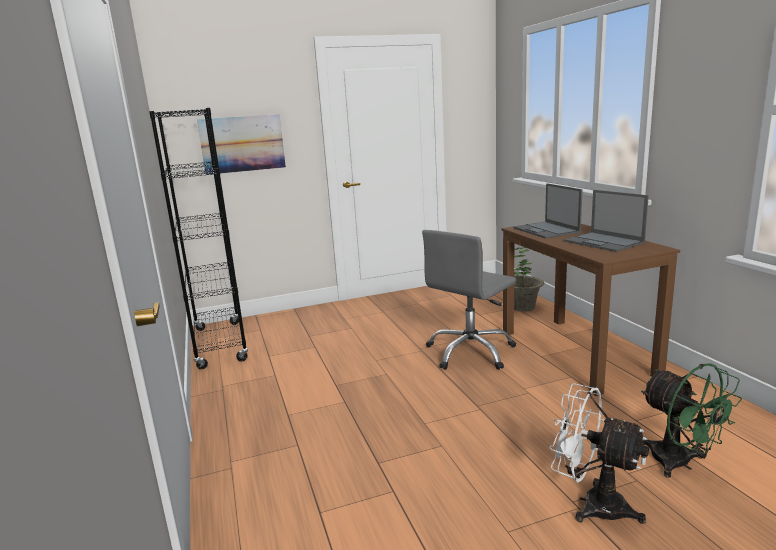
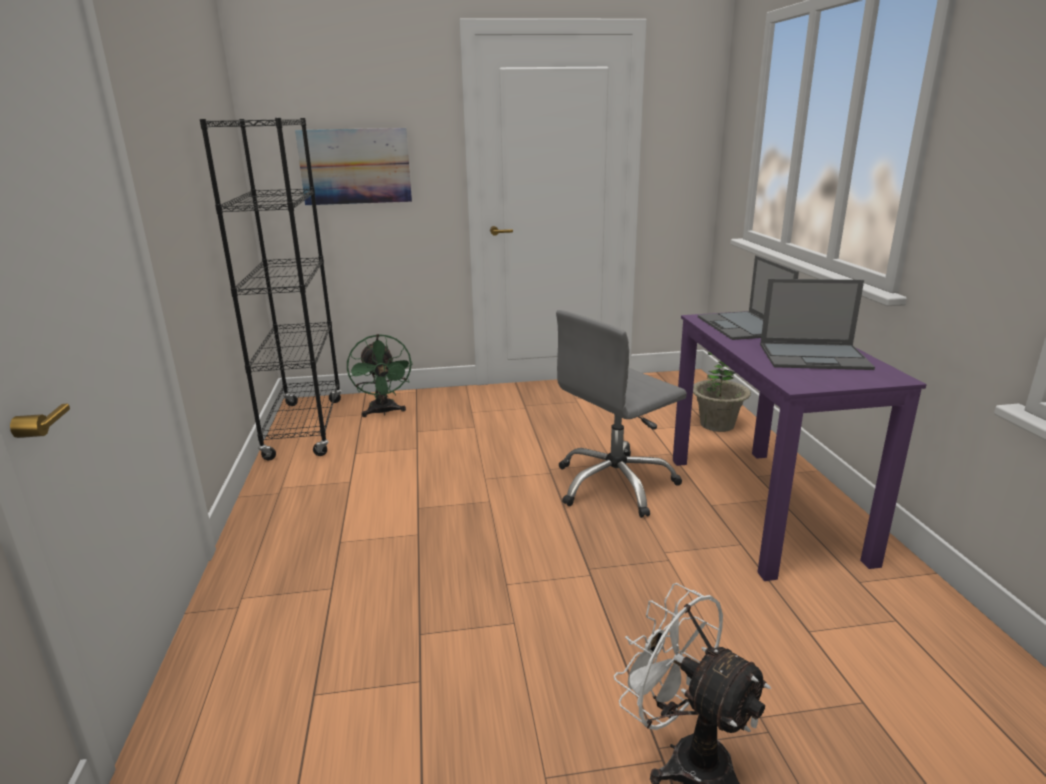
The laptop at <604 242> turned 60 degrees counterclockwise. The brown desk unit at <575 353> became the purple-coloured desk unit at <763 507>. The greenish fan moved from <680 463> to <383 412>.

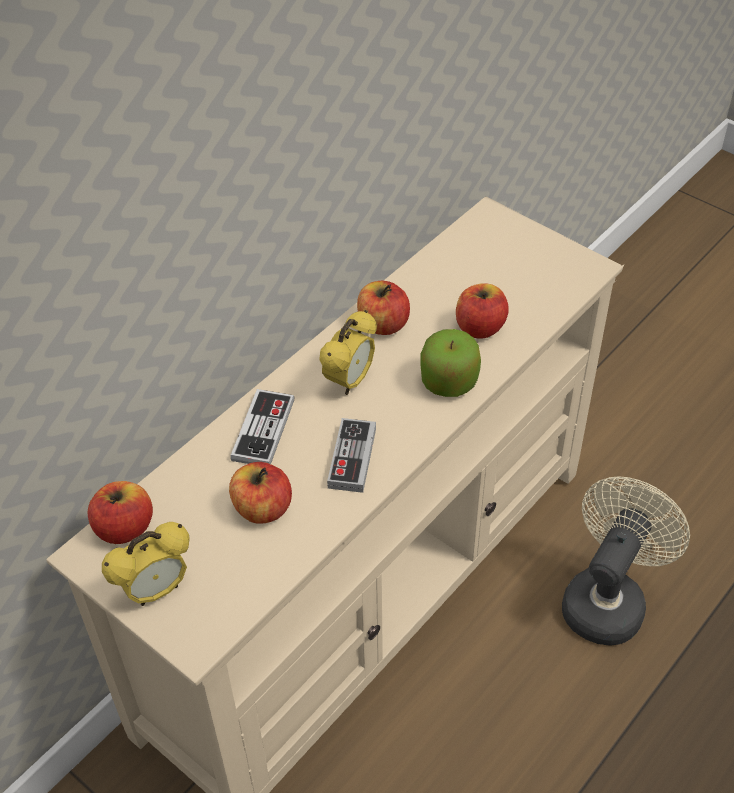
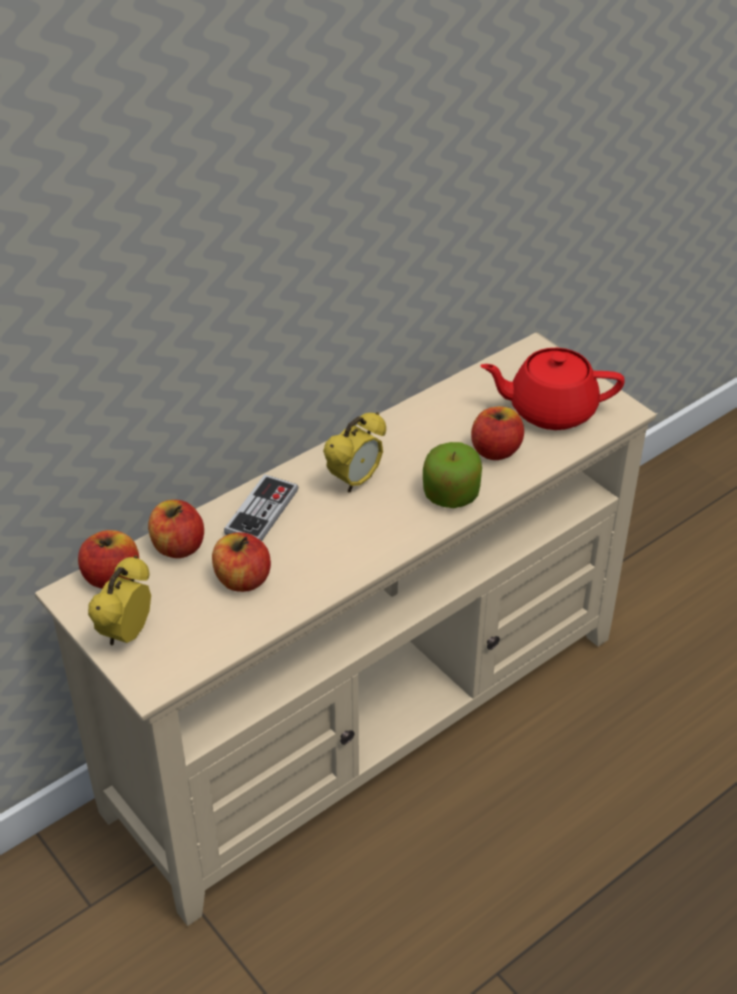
The apple moved from <383 324> to <178 546>. The gamepad at <352 458> disappeared. The beige-coloured fan at <608 599> disappeared. The alarm clock at <156 591> turned 135 degrees clockwise. The red pot for tea at <550 410> appeared.

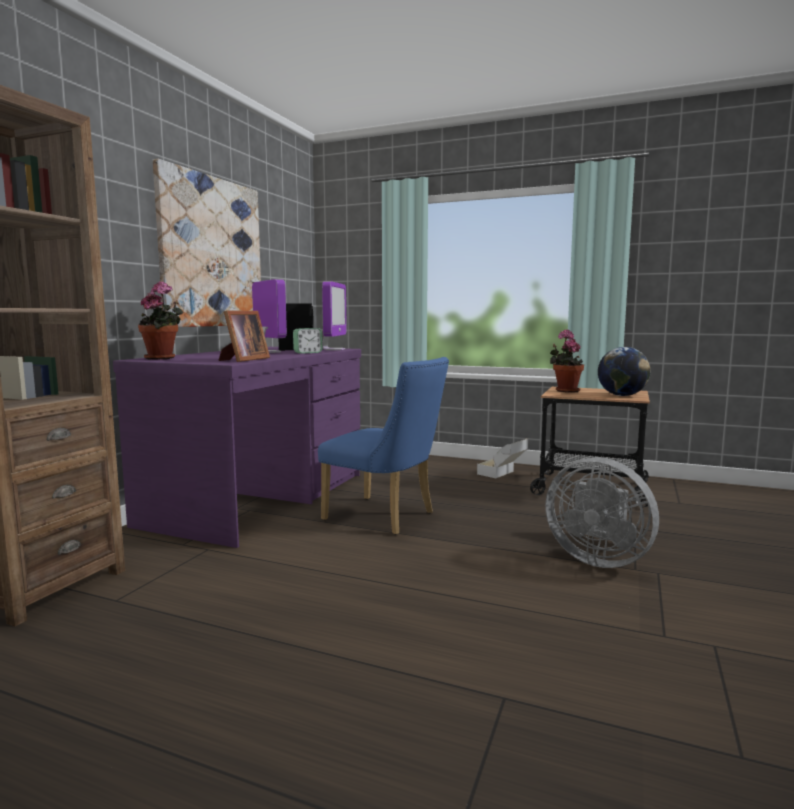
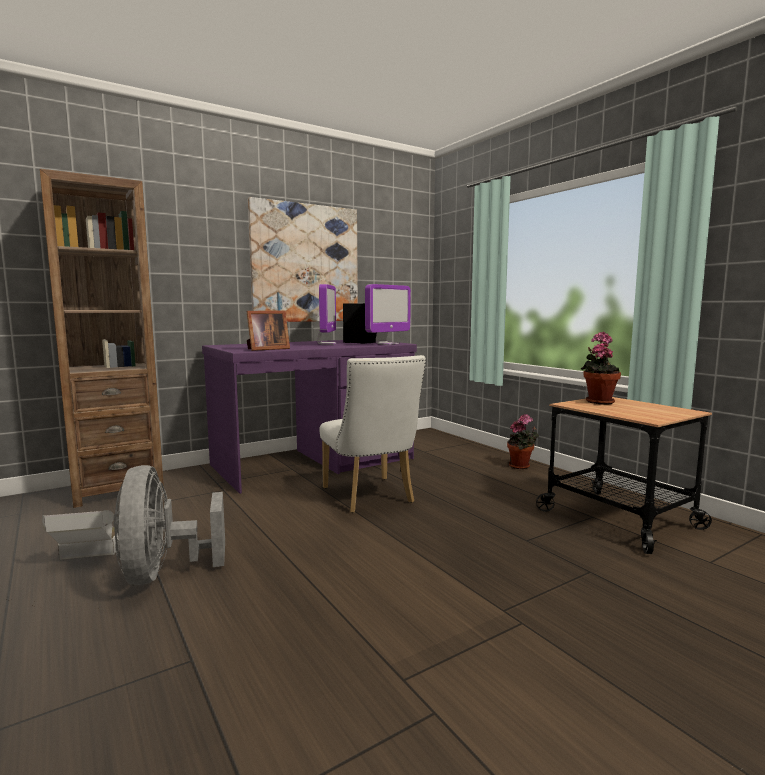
The potted plant moved from <163 358> to <521 466>. The alarm clock at <307 352> disappeared. The globe at <622 395> disappeared. The blue-coloured upright chair at <386 517> became the whitish upright chair at <371 497>. The carton moved from <503 474> to <87 556>. The greyish fan moved from <597 558> to <164 573>.

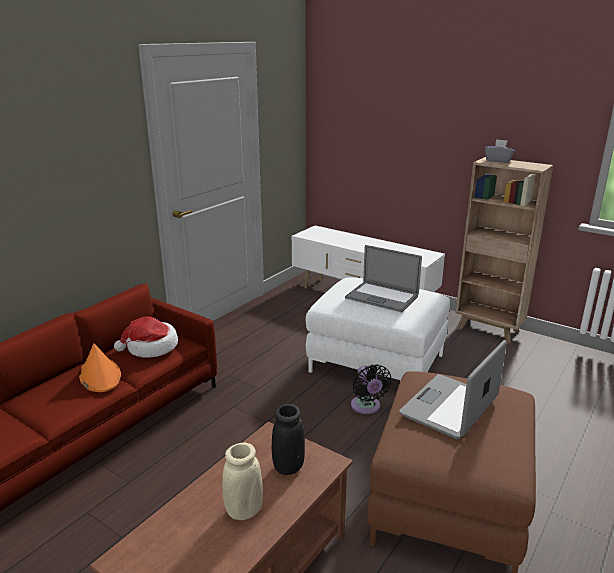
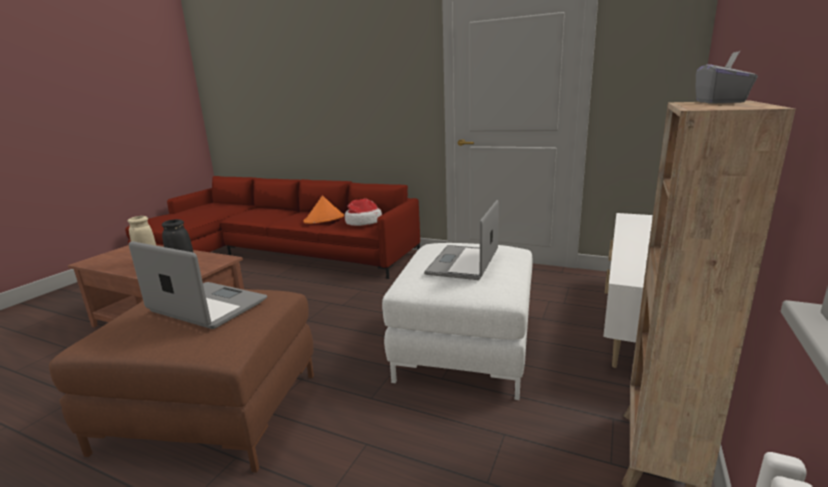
The black-coloured fan at <366 407> disappeared.

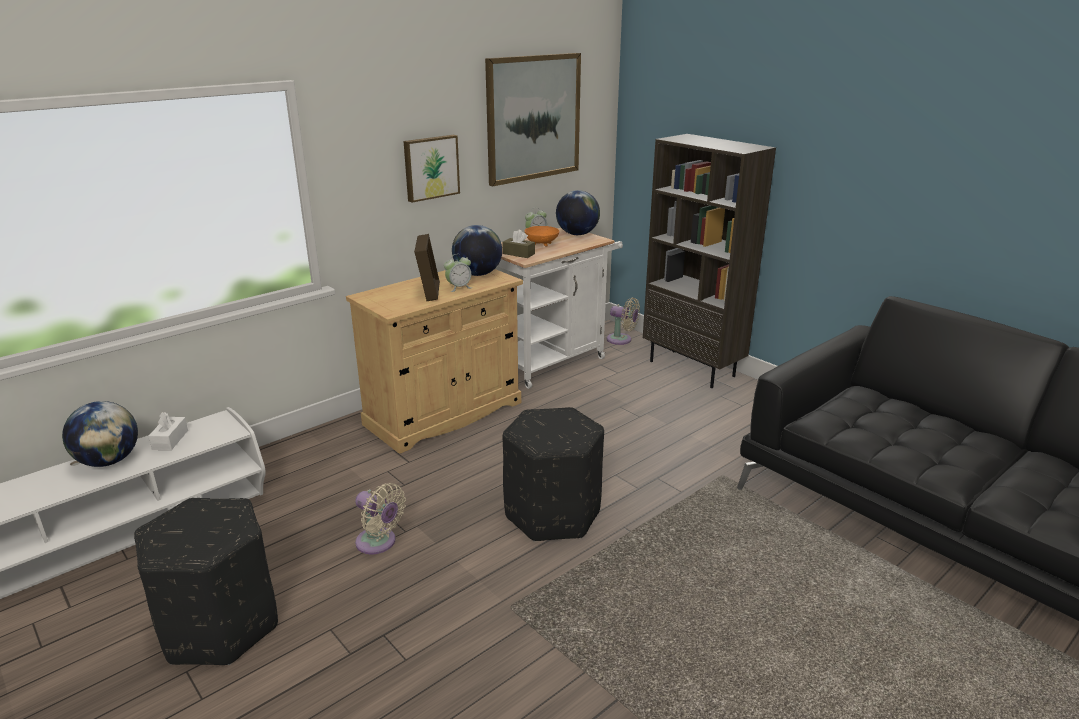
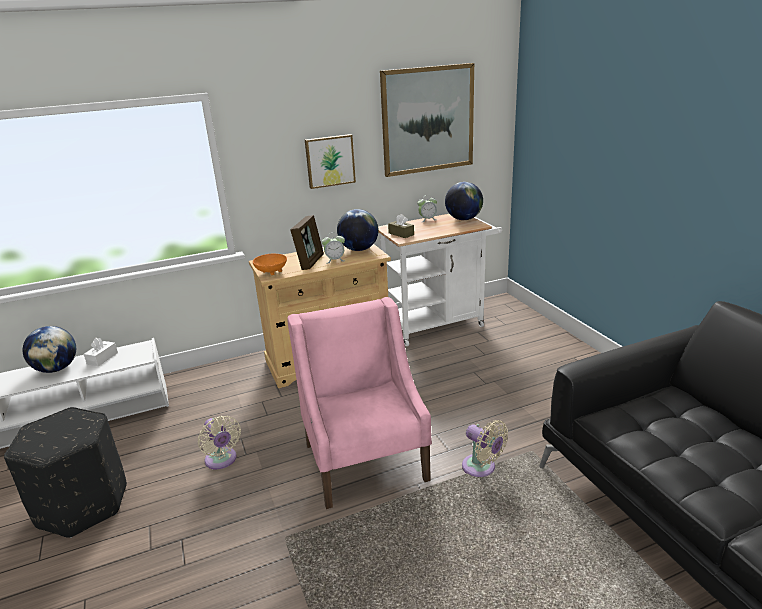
The brown bookcase at <693 368> disappeared. The orangey bowl moved from <541 245> to <271 273>. The beige-coloured fan moved from <621 340> to <481 468>. The black-coloured footrest at <553 513> was replaced by the pinkish easy chair at <365 460>.

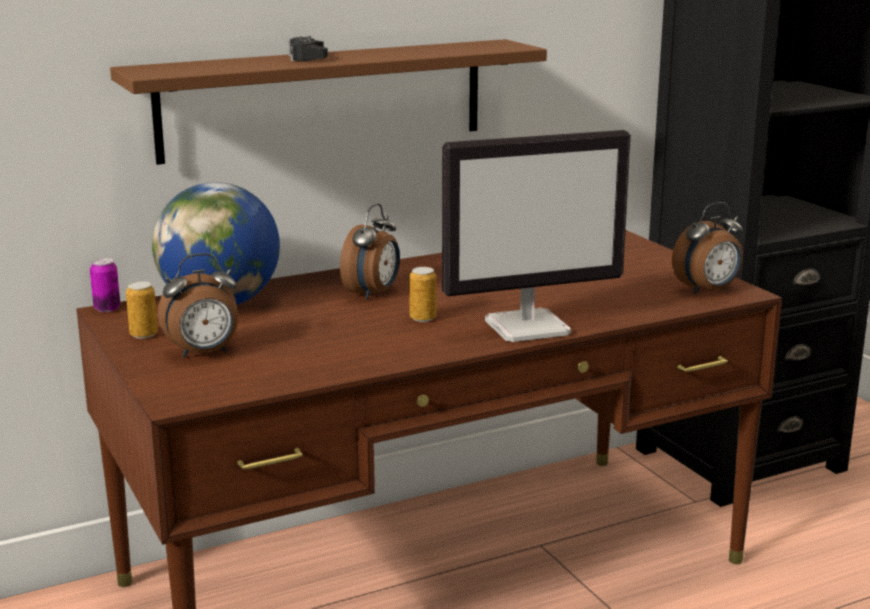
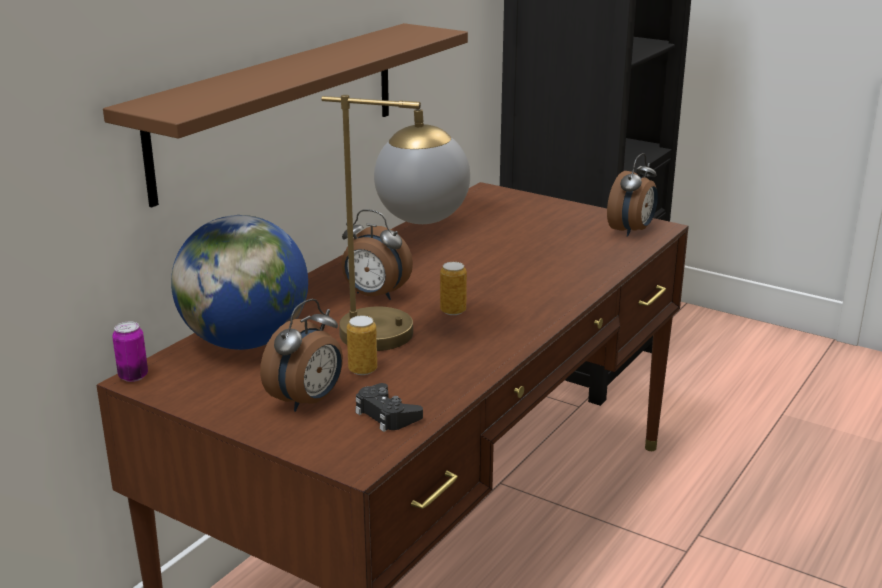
The black-coloured gamepad moved from <307 57> to <386 414>. The computer display at <528 327> disappeared. The alarm clock at <373 294> turned 120 degrees clockwise. The metal can moved from <144 334> to <362 370>. The lamp for a table at <403 337> appeared.

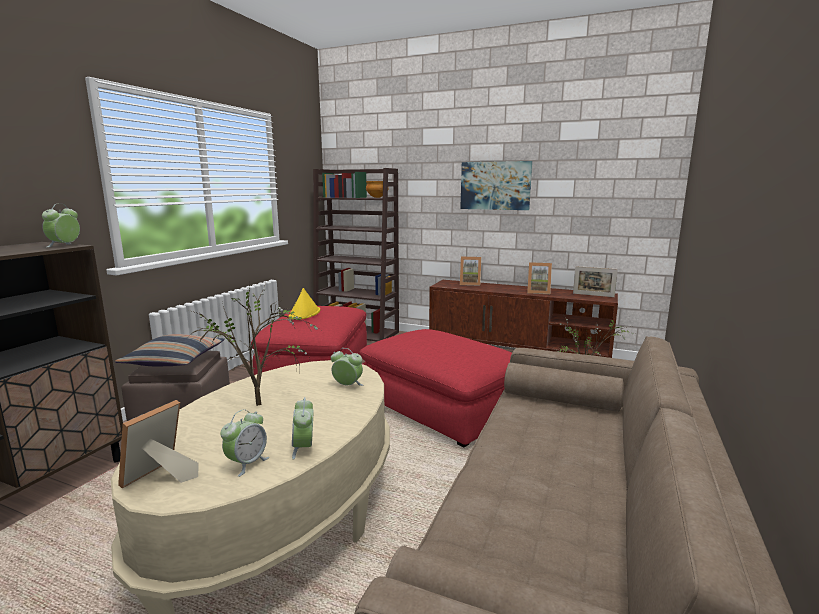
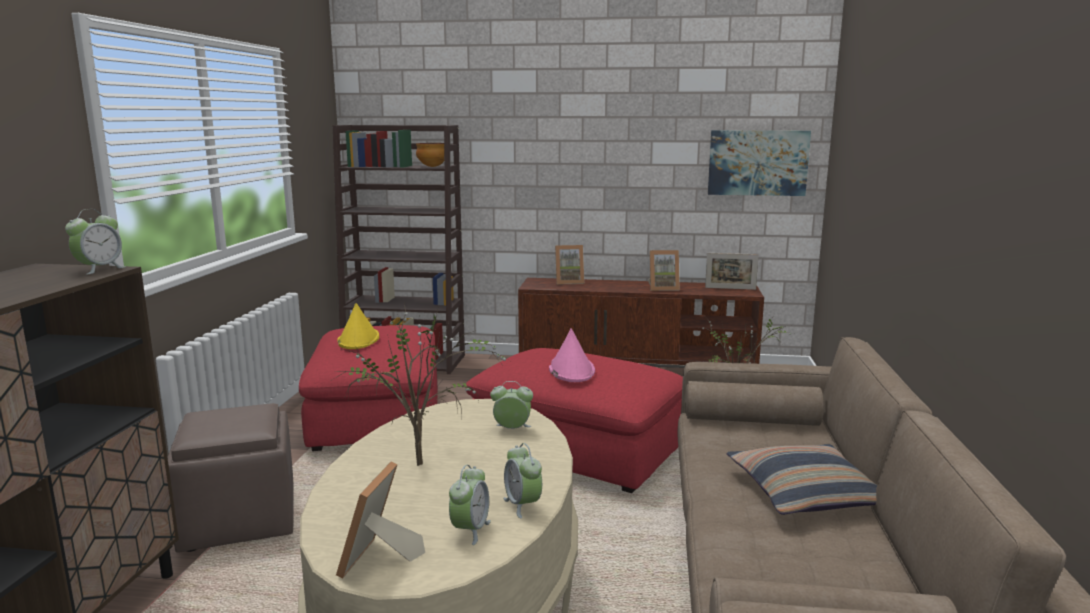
The picture moved from <495 185> to <757 162>. The alarm clock at <64 245> turned 150 degrees counterclockwise. The cushion moved from <174 360> to <806 493>. The pinkish wearable hat at <571 370> appeared.

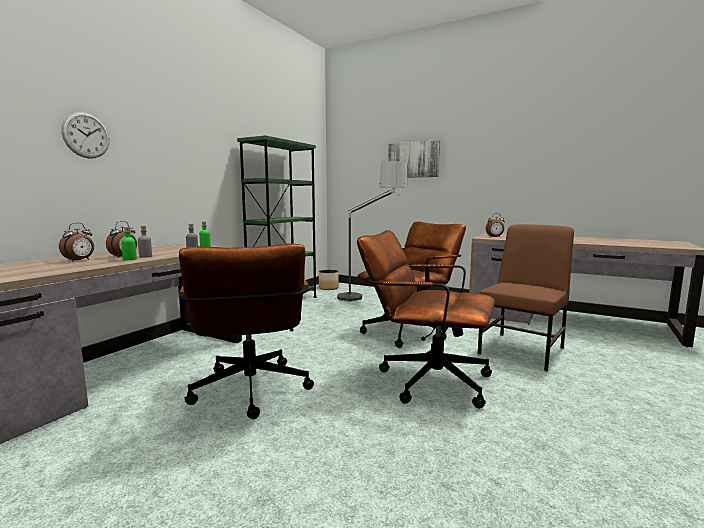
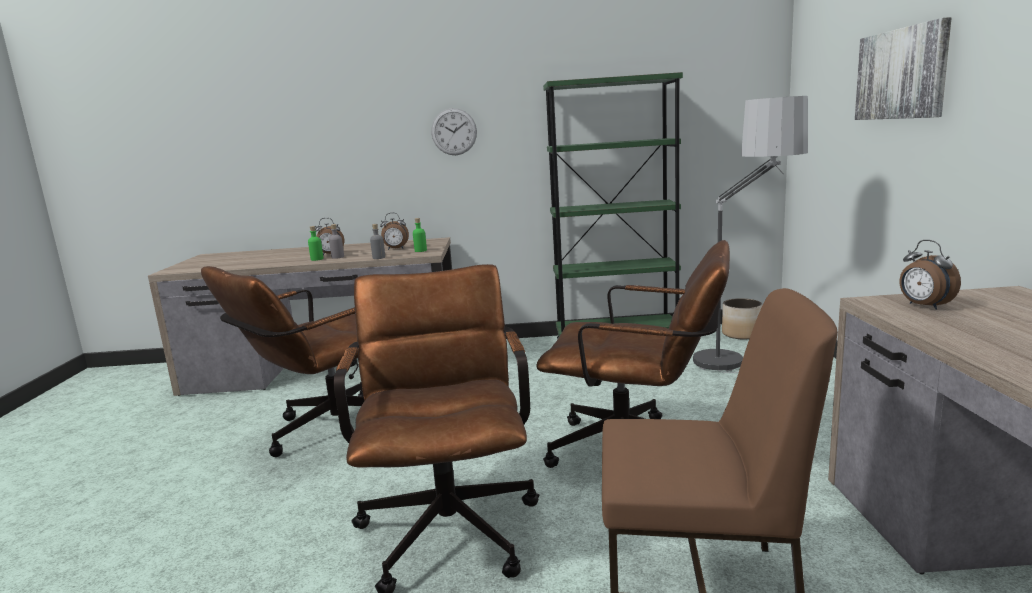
The wall clock moved from <86 135> to <454 132>. The alarm clock moved from <80 260> to <395 249>.

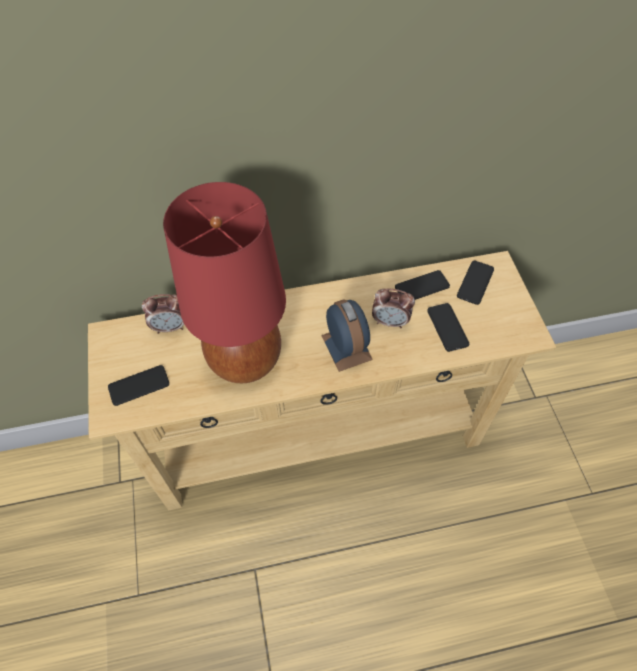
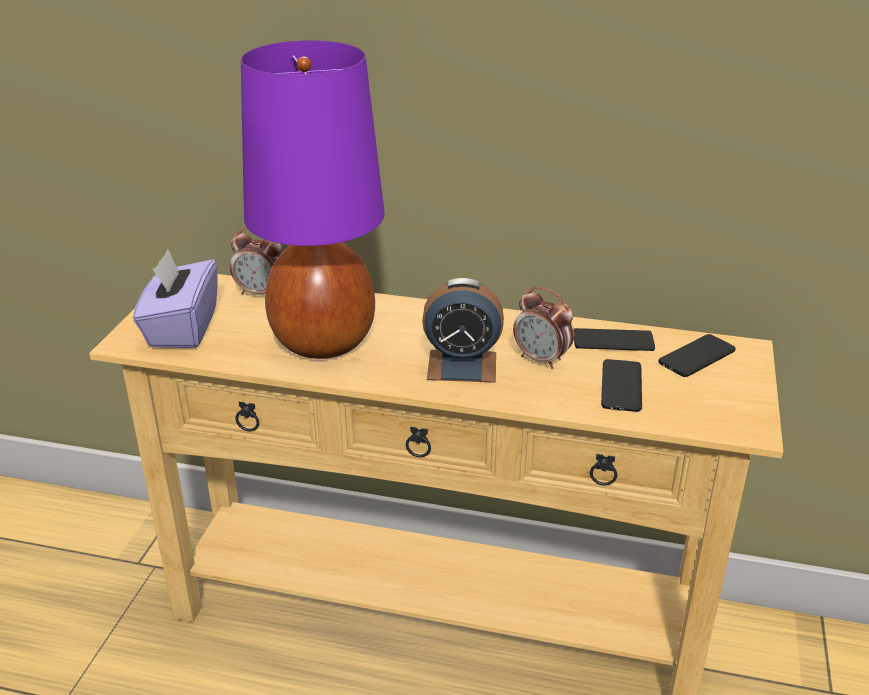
The red lamp for a table at <245 360> became the purple-coloured lamp for a table at <323 342>. The alarm clock at <346 347> turned 90 degrees clockwise. The phone at <139 385> was replaced by the purple-coloured tissue holder at <182 328>.

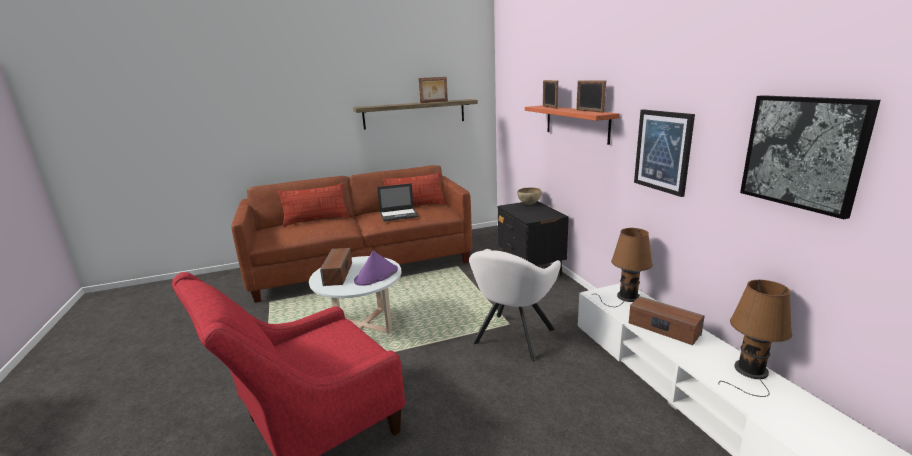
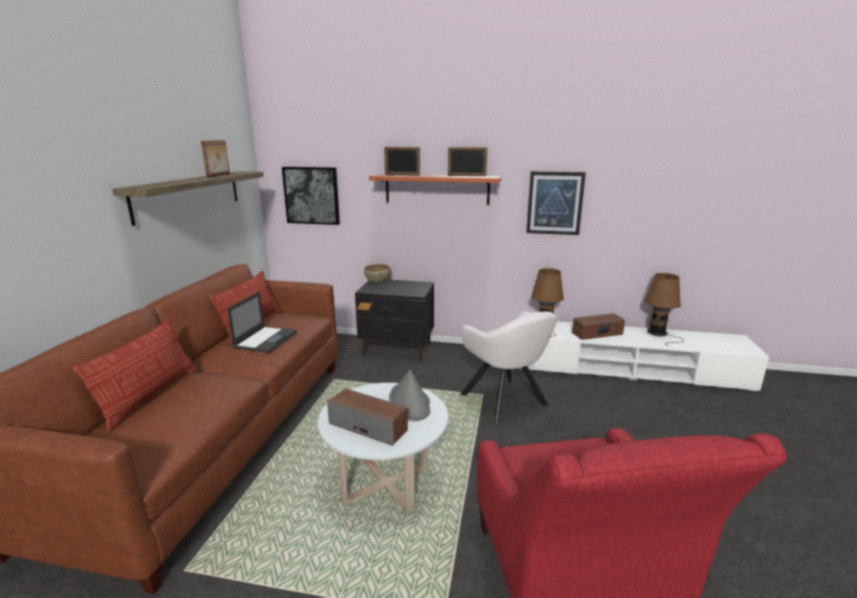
The picture moved from <803 152> to <312 195>. The purple-coloured wearable hat at <376 276> became the greyish wearable hat at <410 402>.

